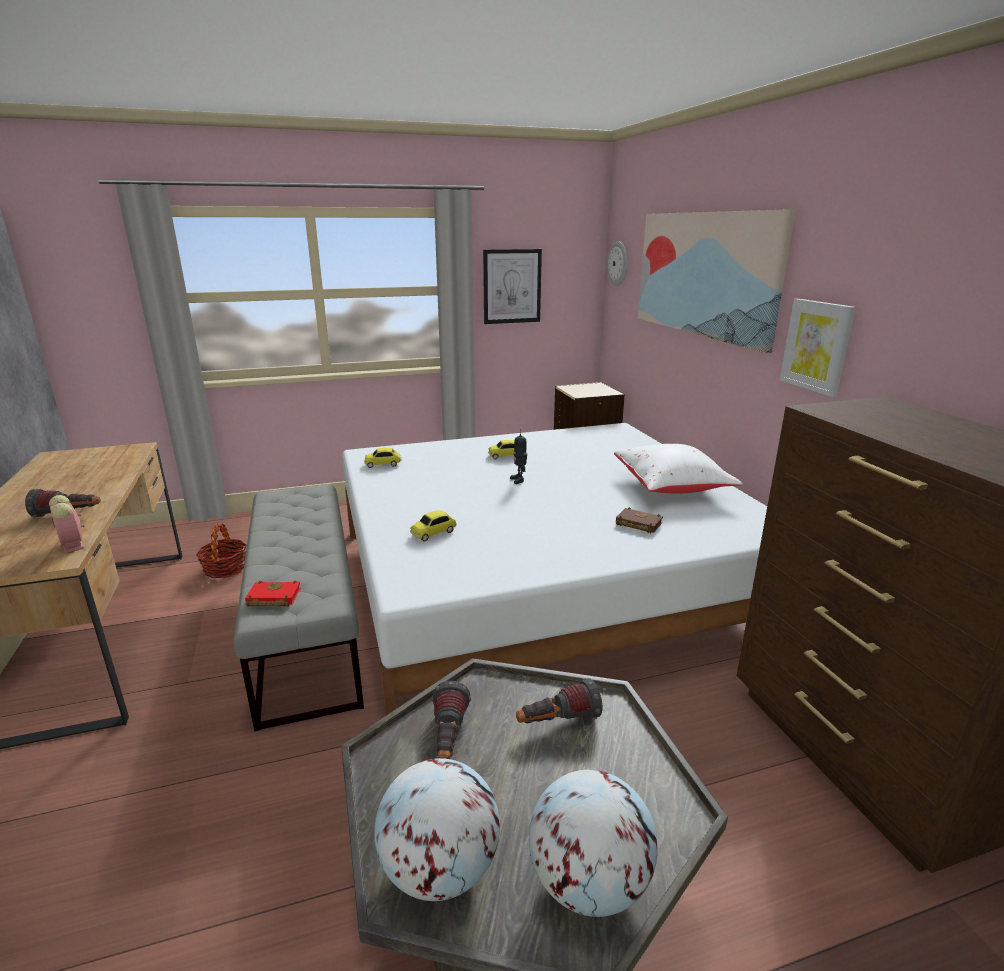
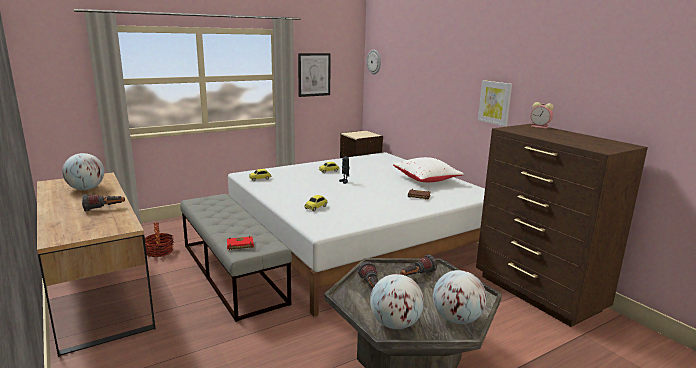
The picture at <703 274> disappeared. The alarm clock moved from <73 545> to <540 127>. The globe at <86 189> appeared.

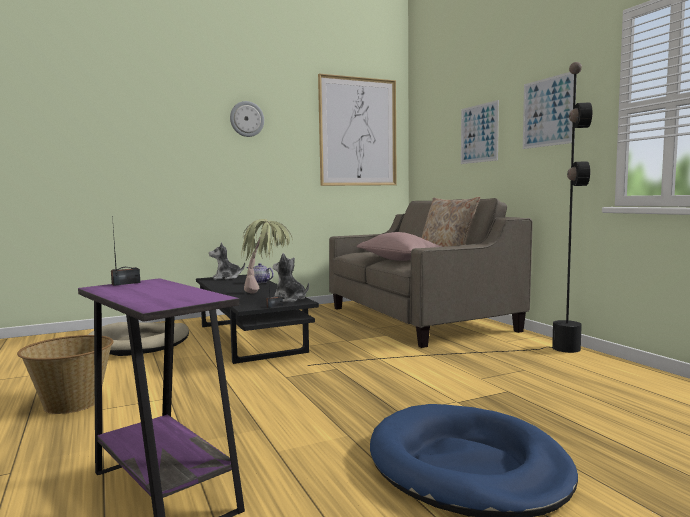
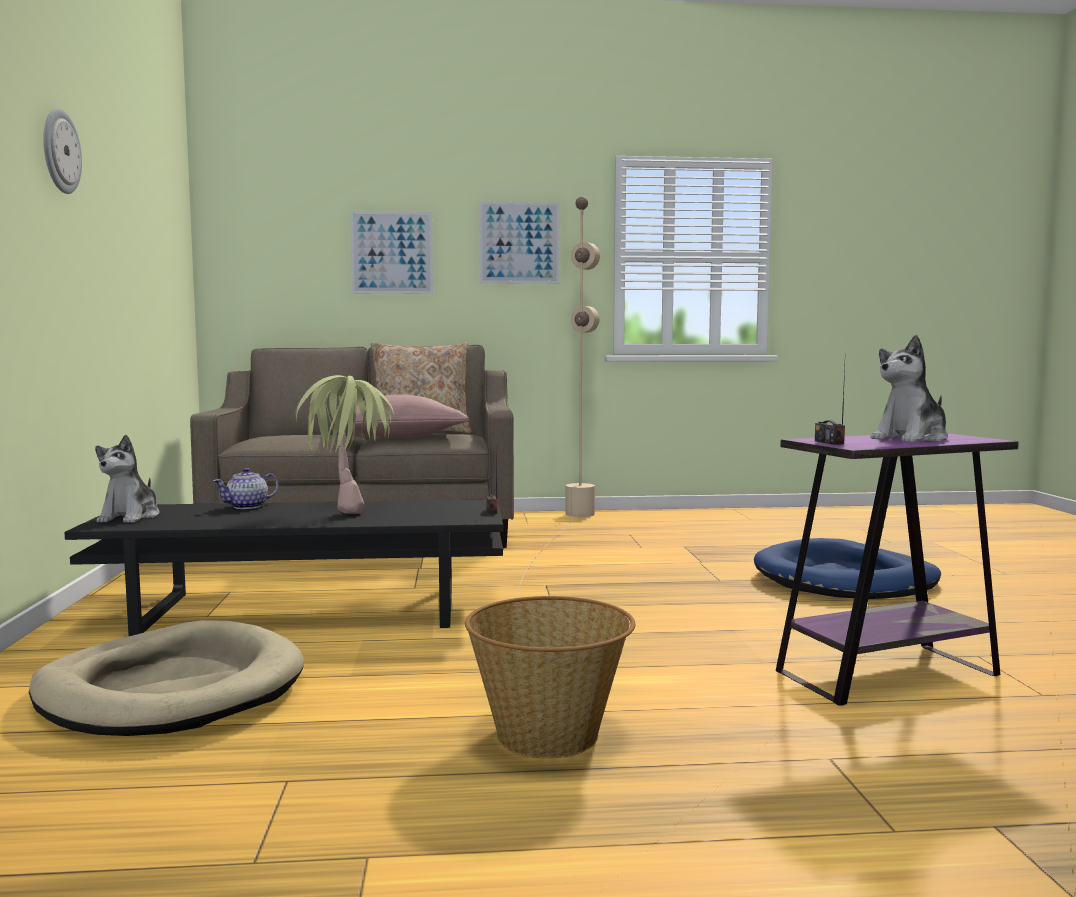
The black-coloured floor lamp at <496 353> became the beige-coloured floor lamp at <564 531>. The picture at <358 132> disappeared. The plush toy moved from <289 299> to <911 439>.

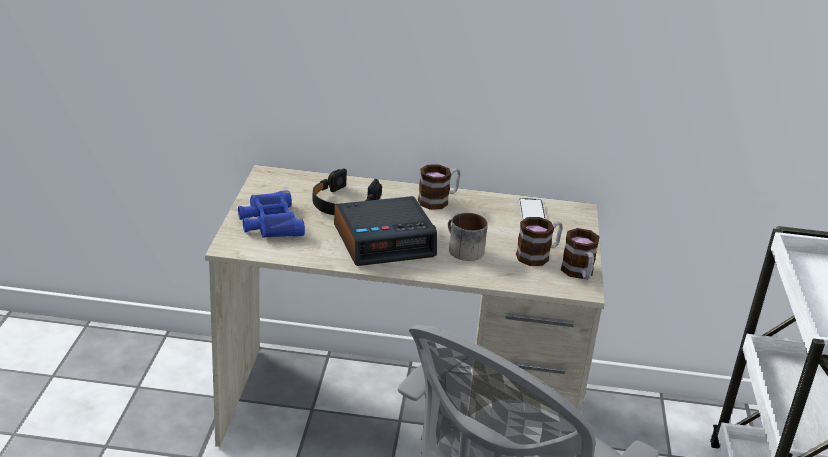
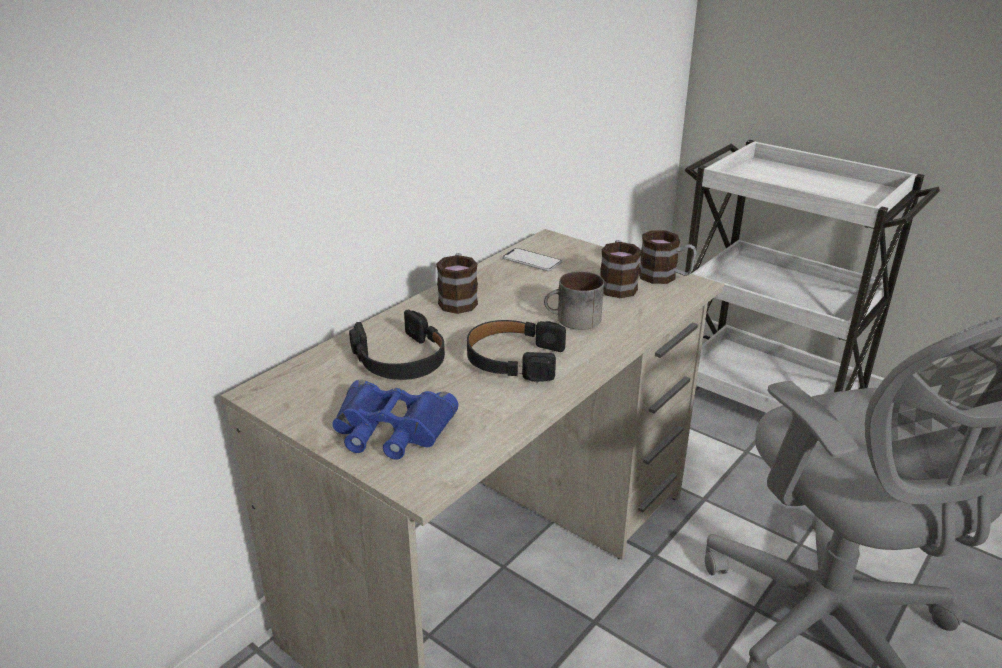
The alarm clock at <384 240> was replaced by the black-coloured headphones at <513 359>.

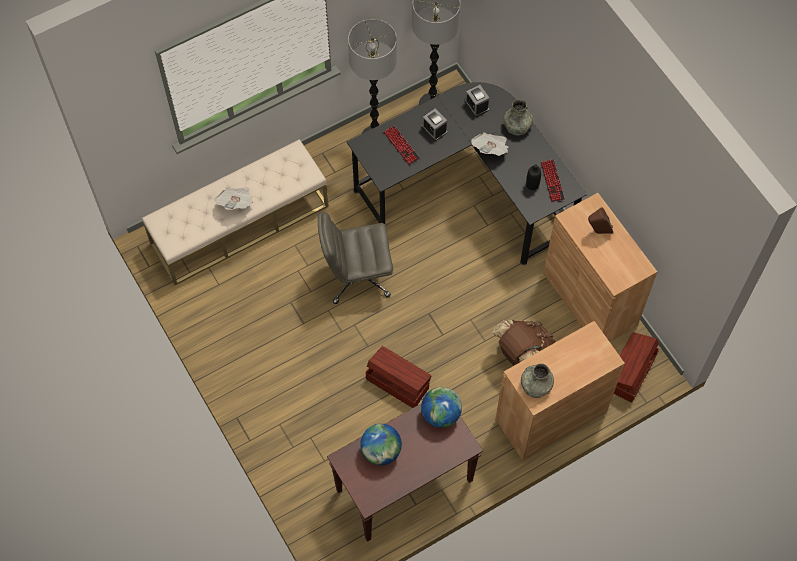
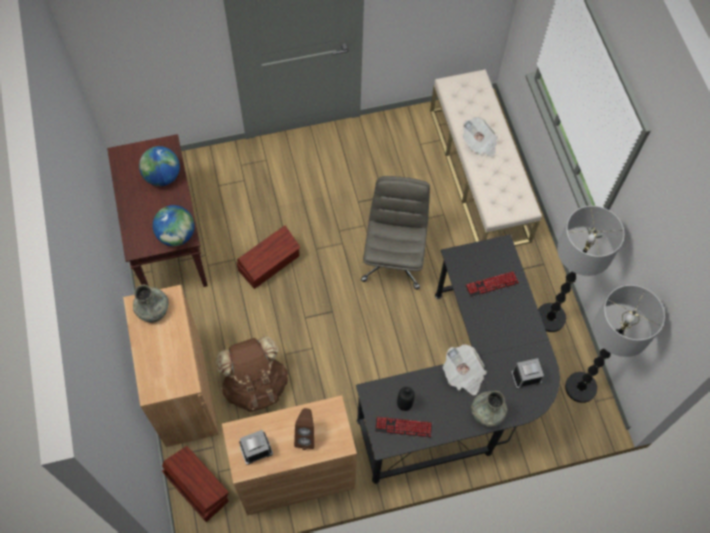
The alarm clock moved from <434 129> to <256 450>.

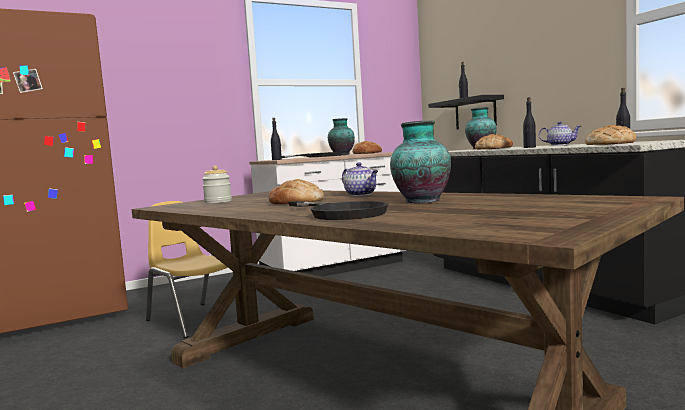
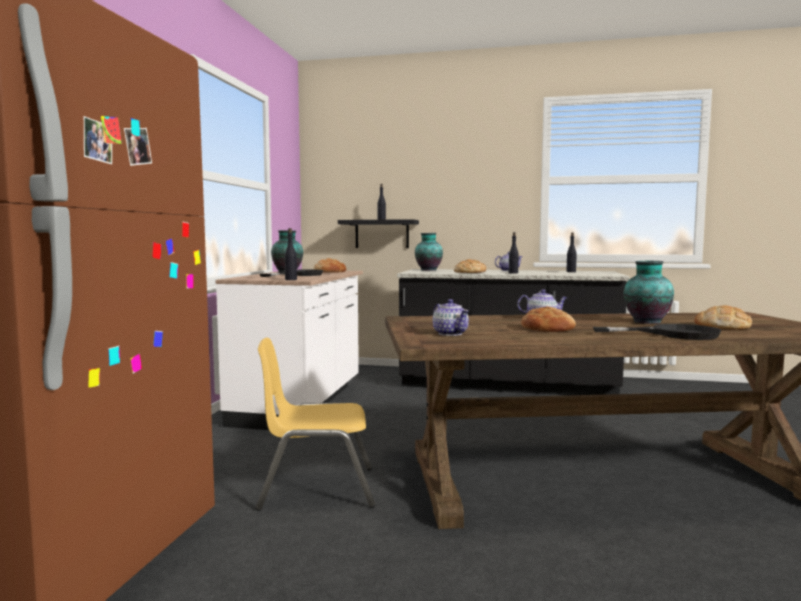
The bread moved from <610 144> to <722 326>. The jar at <218 202> was replaced by the pot for tea at <450 333>.

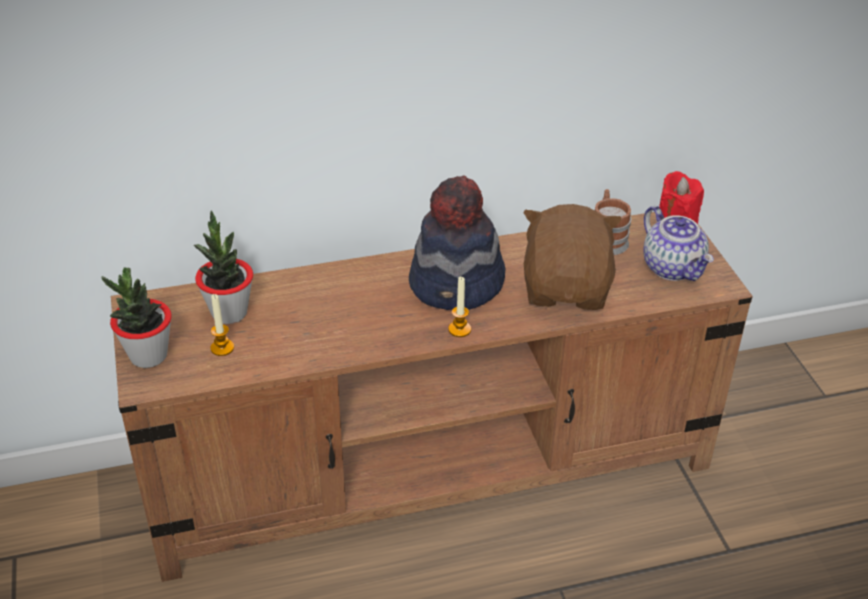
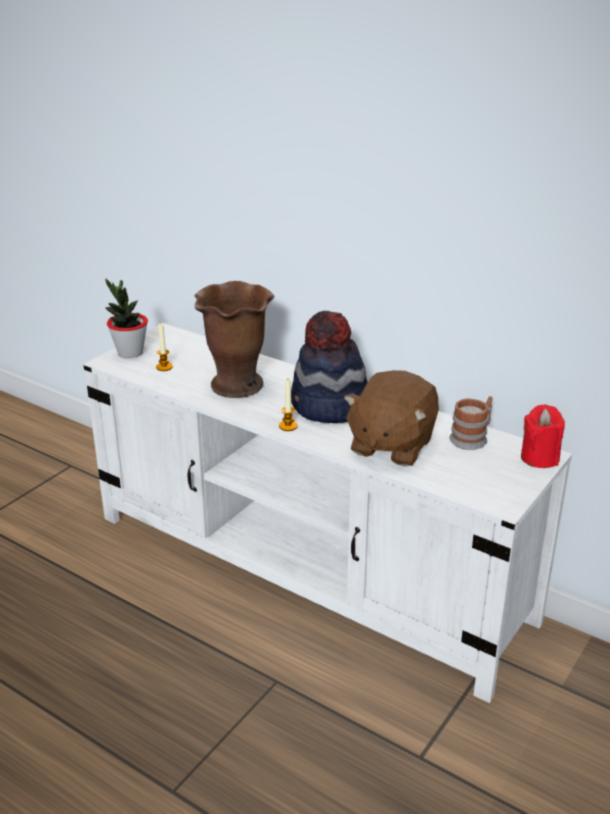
The brown plush toy at <567 289> turned 150 degrees clockwise. The pot for tea at <673 268> disappeared. The potted plant at <229 312> disappeared. The brown media console at <433 469> became the whitish media console at <308 568>. The brown vase at <236 385> appeared.

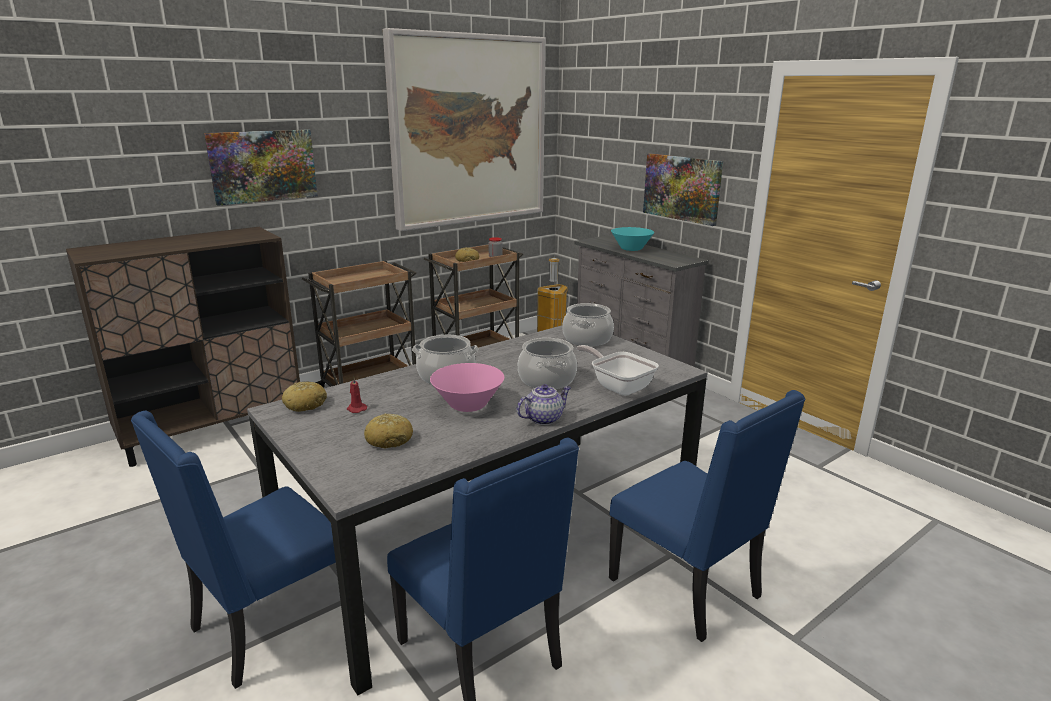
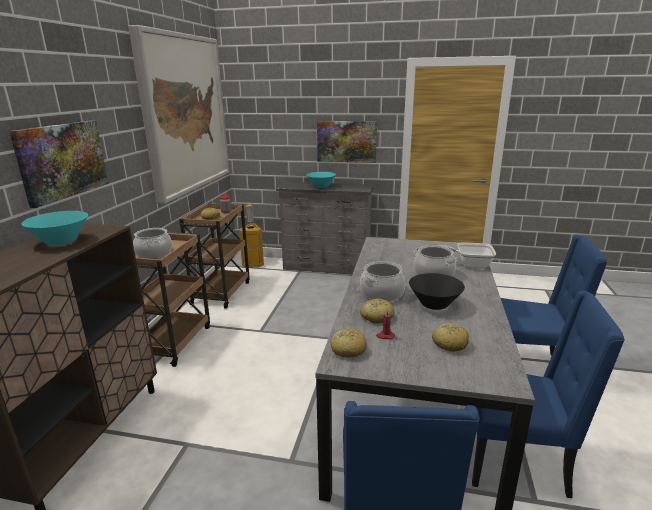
The saucepot moved from <587 339> to <154 253>. The pinkish bowl at <468 405> became the black-coloured bowl at <434 304>. The pot for tea at <544 418> disappeared. The turquoise-coloured bowl at <61 241> appeared. The bread at <376 317> appeared.

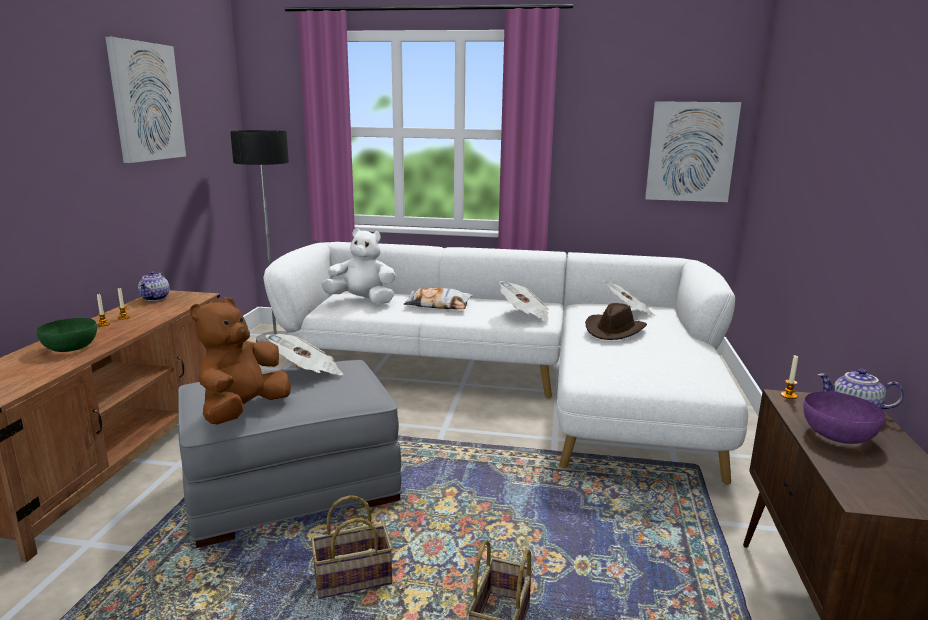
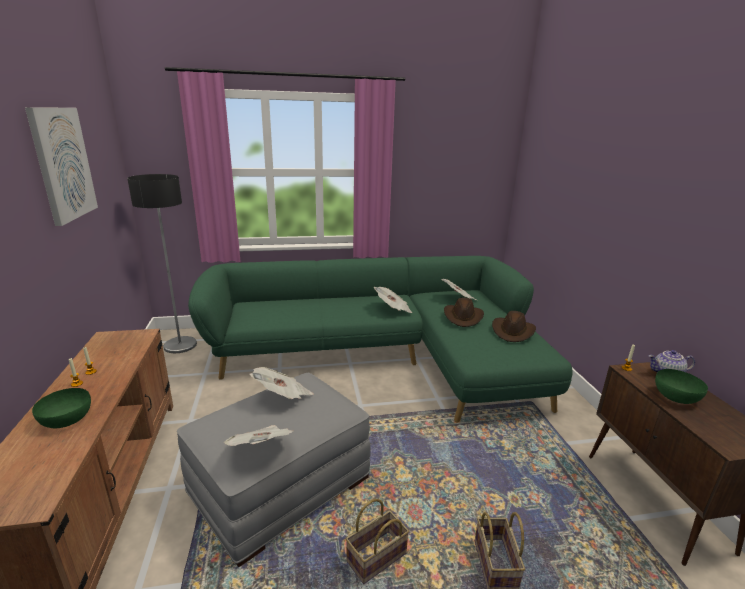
The picture at <691 152> disappeared. The whitish plush toy at <362 301> disappeared. The whitish couch at <518 384> became the greenish couch at <387 356>. The pot for tea at <156 298> disappeared. The cushion at <438 305> disappeared. The brown plush toy at <243 411> was replaced by the printed paper at <261 449>. The purple-coloured bowl at <837 434> became the greenish bowl at <675 396>. The brown wearable hat at <513 331> appeared.

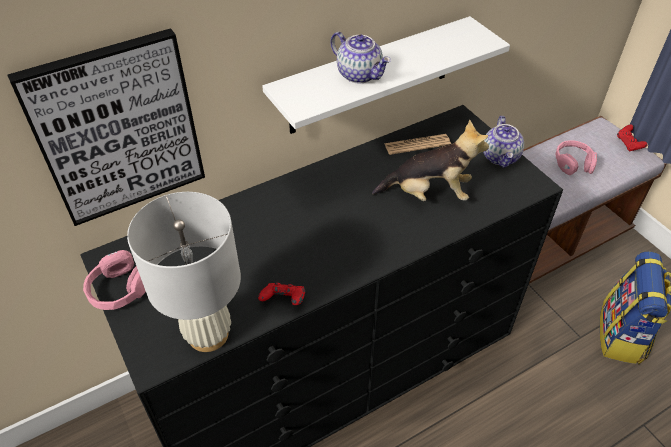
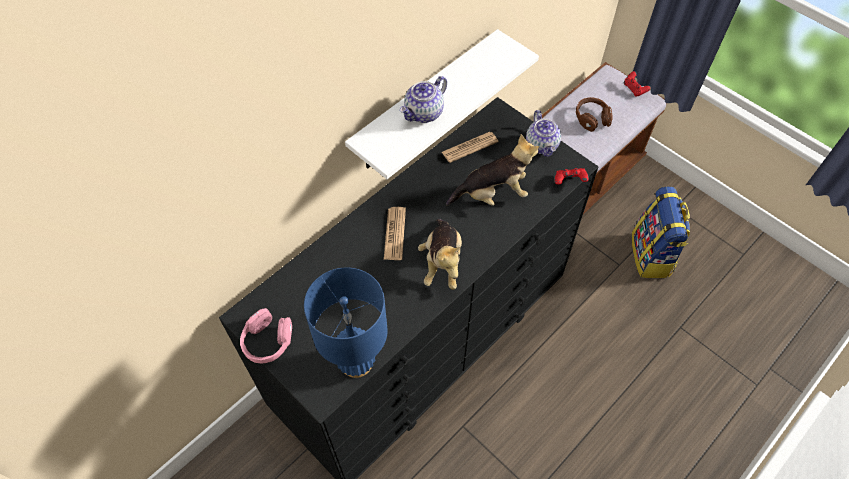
The picture at <117 129> disappeared. The pot for tea at <360 74> turned 105 degrees clockwise. The pinkish headphones at <573 163> became the brown headphones at <591 118>. The whitish lamp for a table at <208 335> became the blue-coloured lamp for a table at <356 362>. The red gamepad moved from <284 301> to <569 182>. The printed paper at <395 234> appeared. The plush toy at <442 263> appeared.

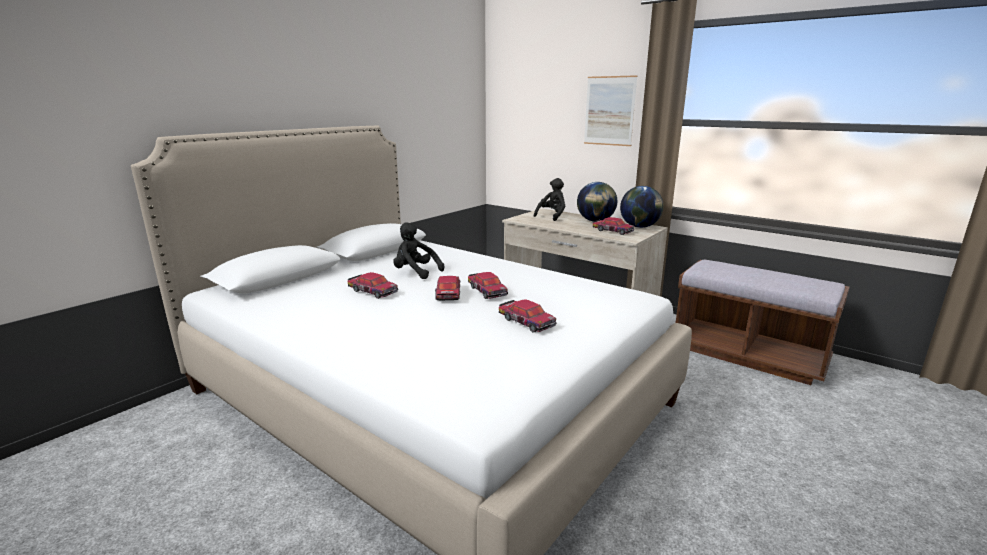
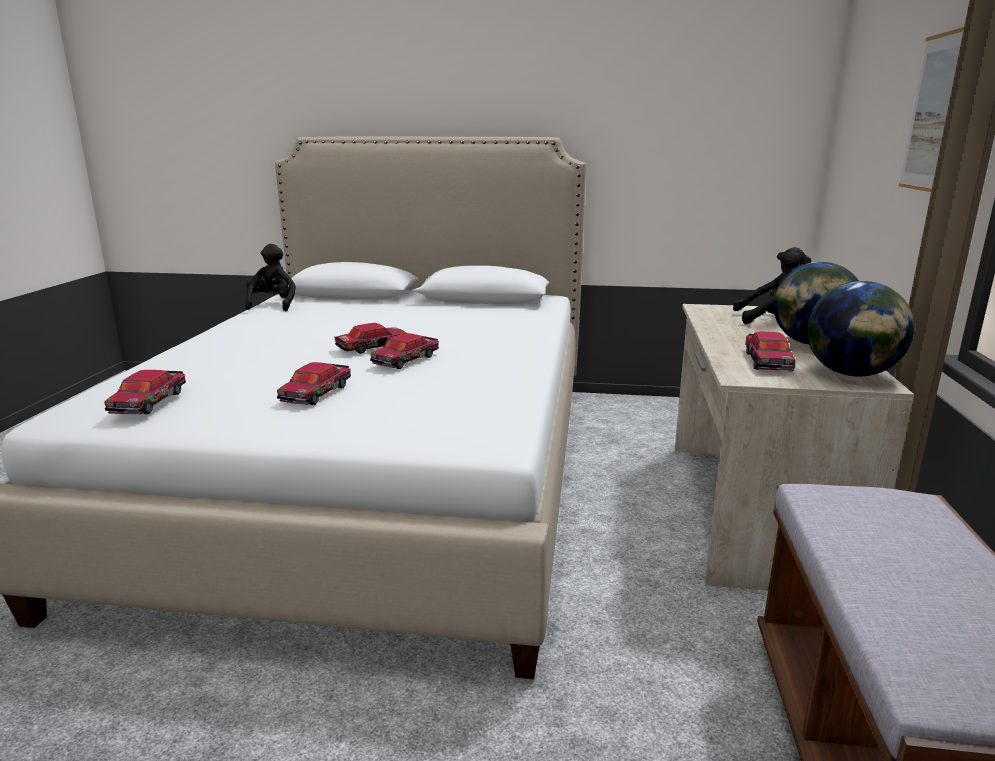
The black-coloured plush toy moved from <415 272> to <273 305>. The miniature car moved from <373 291> to <149 401>.

